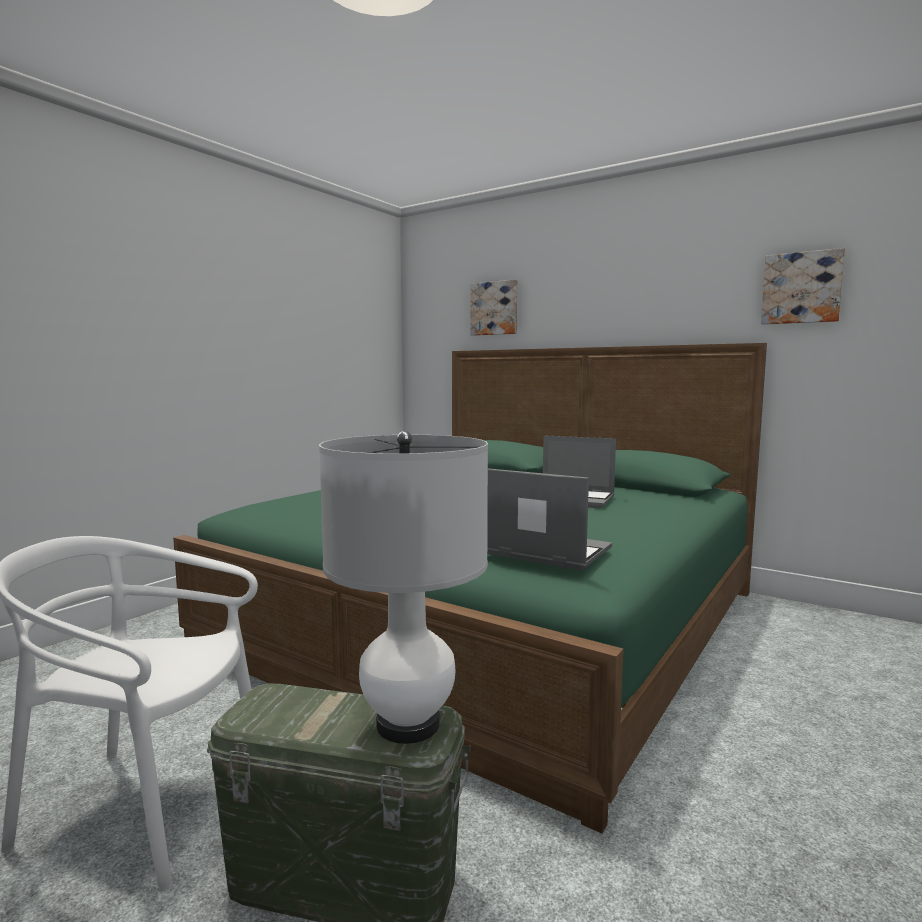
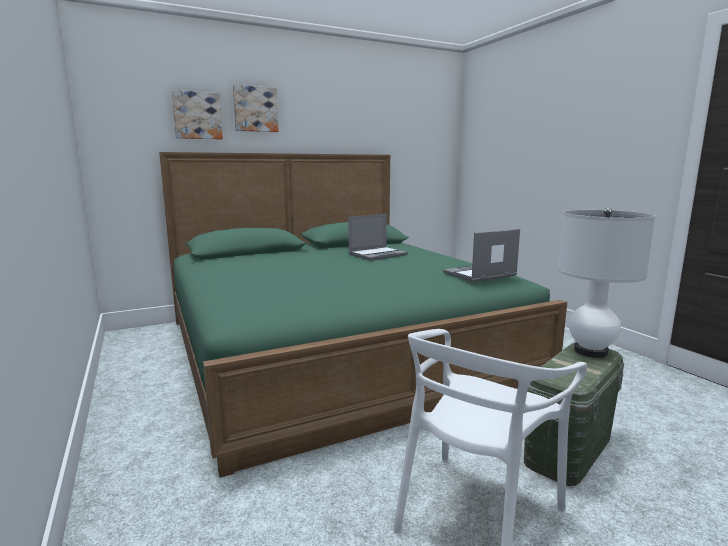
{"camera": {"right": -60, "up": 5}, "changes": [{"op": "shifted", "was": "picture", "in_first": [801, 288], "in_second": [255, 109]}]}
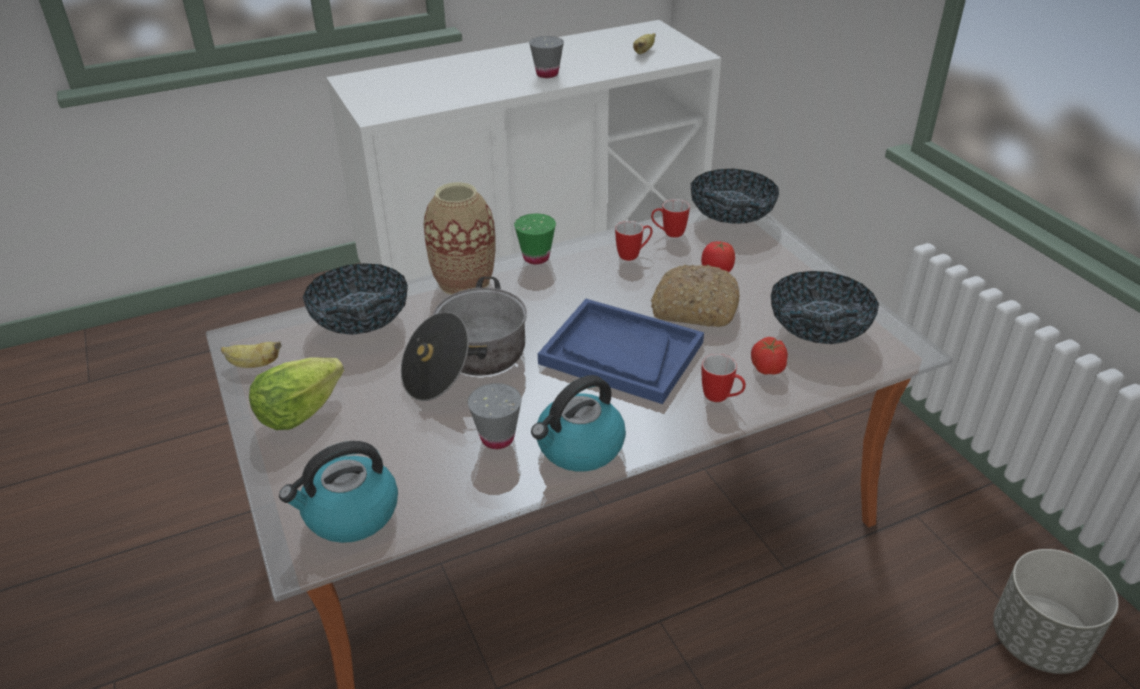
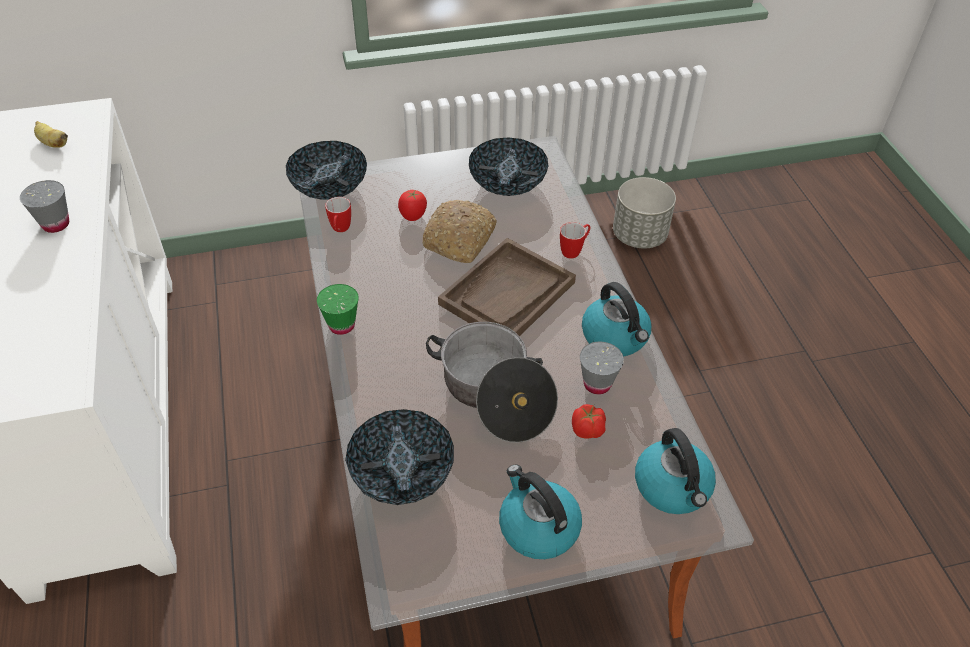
{"camera": {"right": -80, "up": 10}, "changes": [{"op": "gone", "was": "vase", "in_first": [464, 281]}, {"op": "gone", "was": "mug", "in_first": [633, 254]}, {"op": "repainted", "was": "tray/blue", "now": "tray/brown", "in_first": [621, 353], "in_second": [507, 294]}, {"op": "shifted", "was": "tomato", "in_first": [767, 368], "in_second": [588, 430]}, {"op": "gone", "was": "banana", "in_first": [253, 365]}, {"op": "swapped", "was": "lettuce", "now": "kettle", "in_first": [298, 412], "in_second": [537, 527]}]}
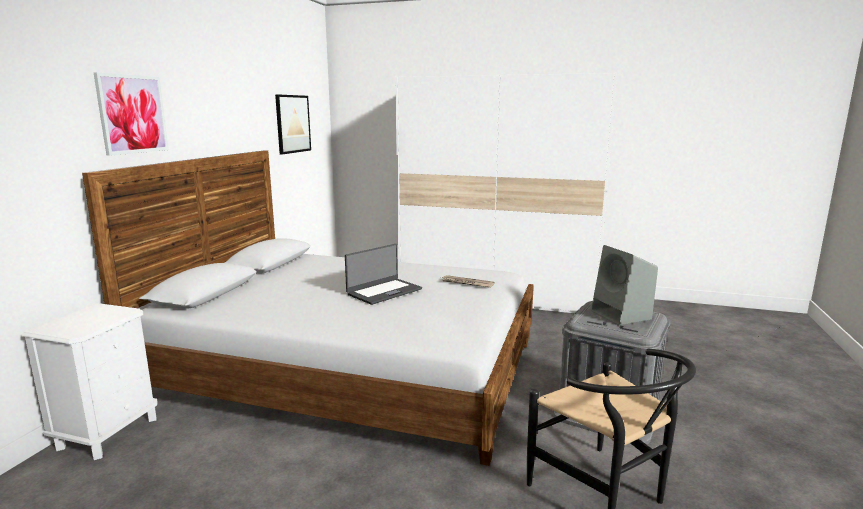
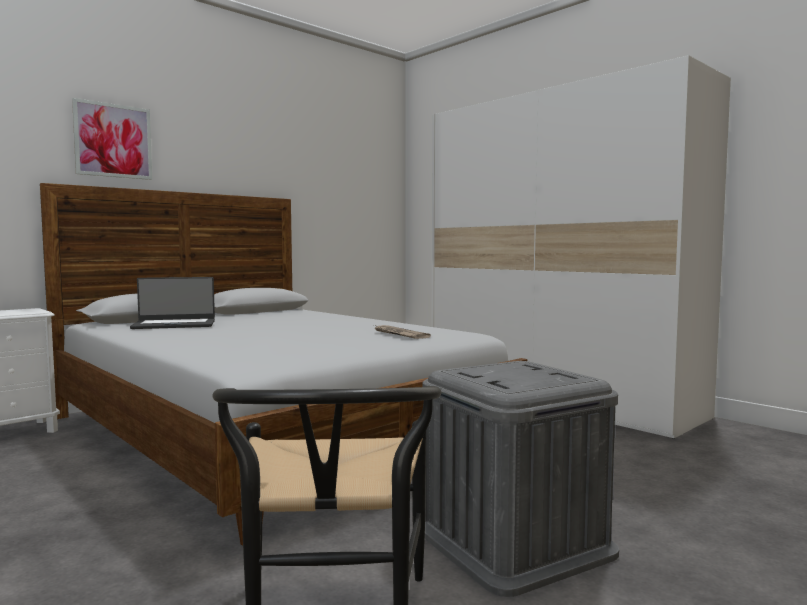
{"camera": {"right": 30, "up": -10}, "changes": [{"op": "gone", "was": "picture", "in_first": [293, 124]}, {"op": "shifted", "was": "laptop", "in_first": [384, 291], "in_second": [174, 324]}, {"op": "gone", "was": "speaker/grey", "in_first": [622, 315]}]}
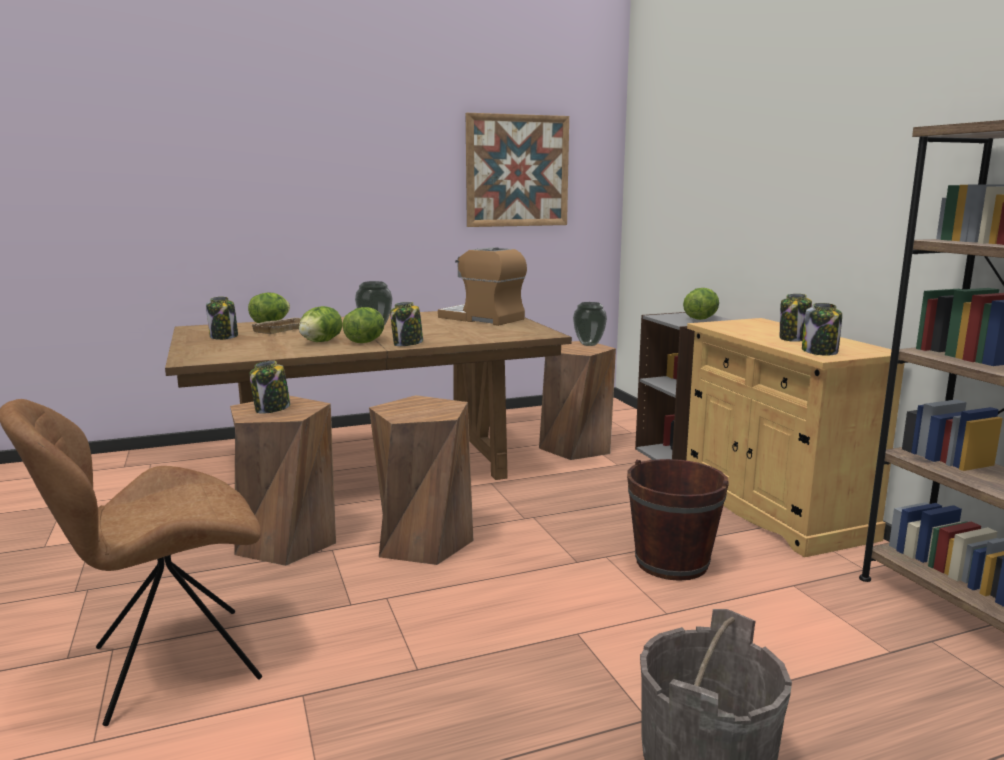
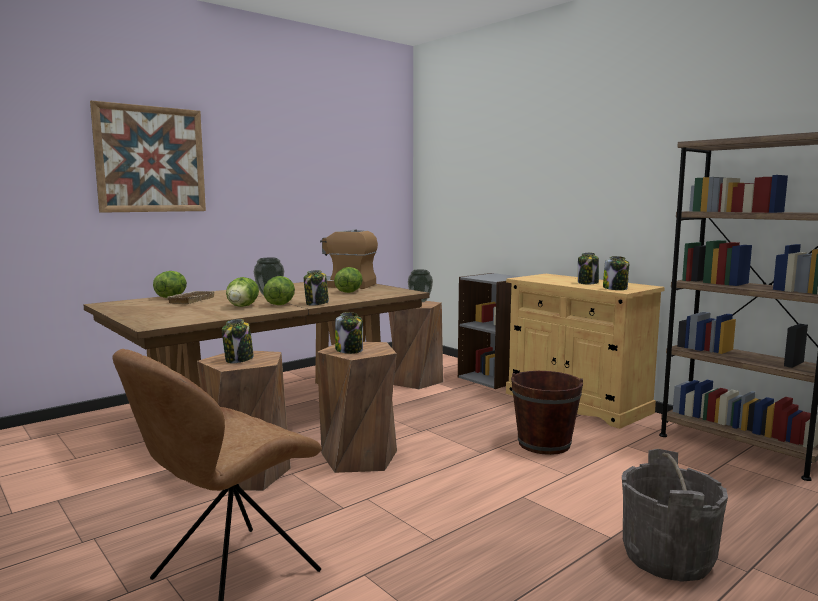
{"camera": {"right": -20, "up": -5}, "changes": [{"op": "shifted", "was": "picture", "in_first": [517, 171], "in_second": [151, 159]}, {"op": "shifted", "was": "lettuce", "in_first": [701, 319], "in_second": [349, 292]}, {"op": "shifted", "was": "jar", "in_first": [224, 337], "in_second": [349, 350]}]}
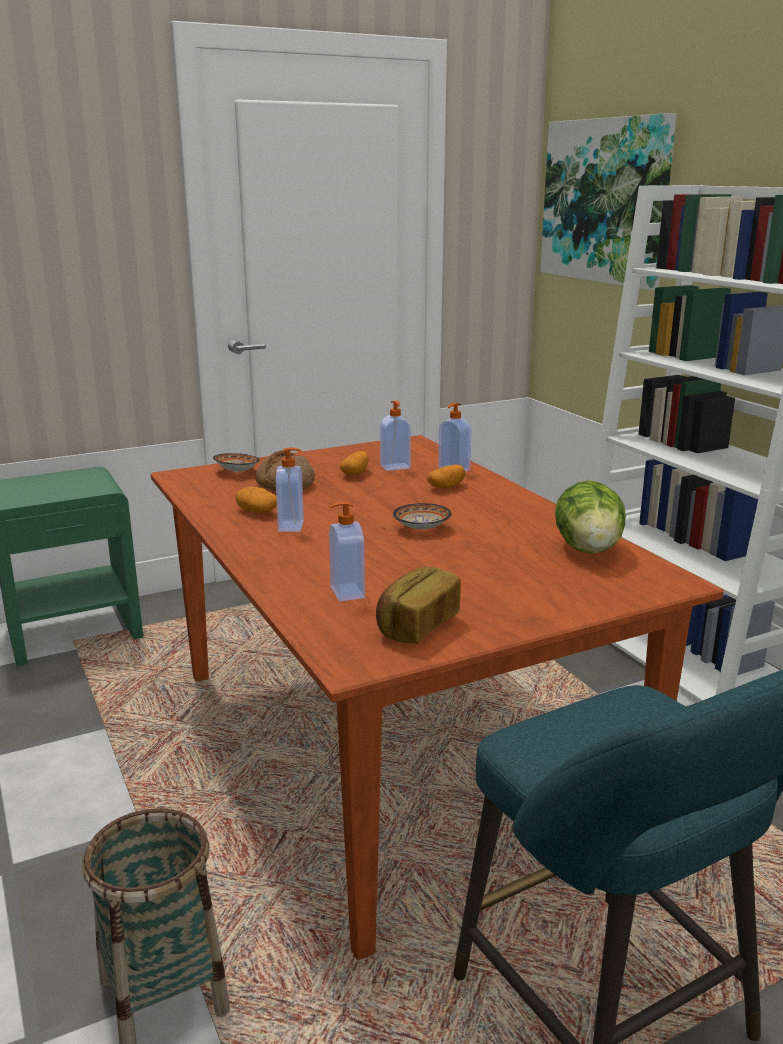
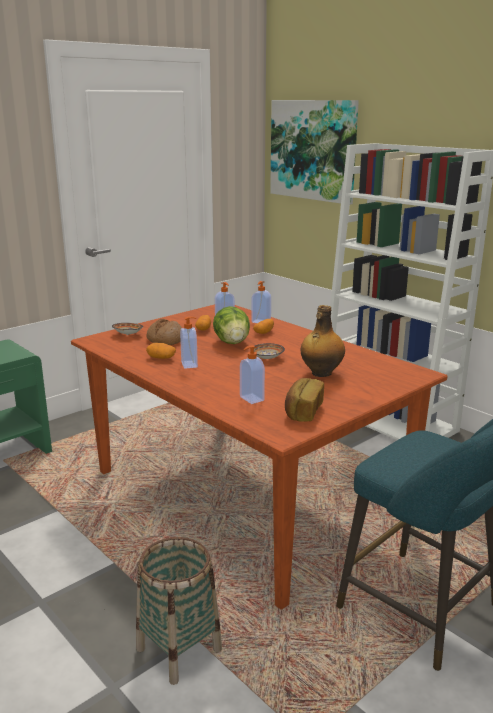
{"camera": {"right": -15, "up": 0}, "changes": [{"op": "shifted", "was": "lettuce", "in_first": [588, 549], "in_second": [232, 342]}, {"op": "new", "now": "bottle", "in_second": [321, 373]}]}
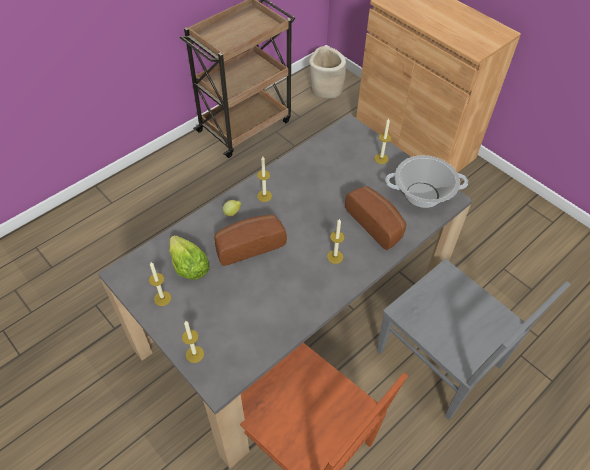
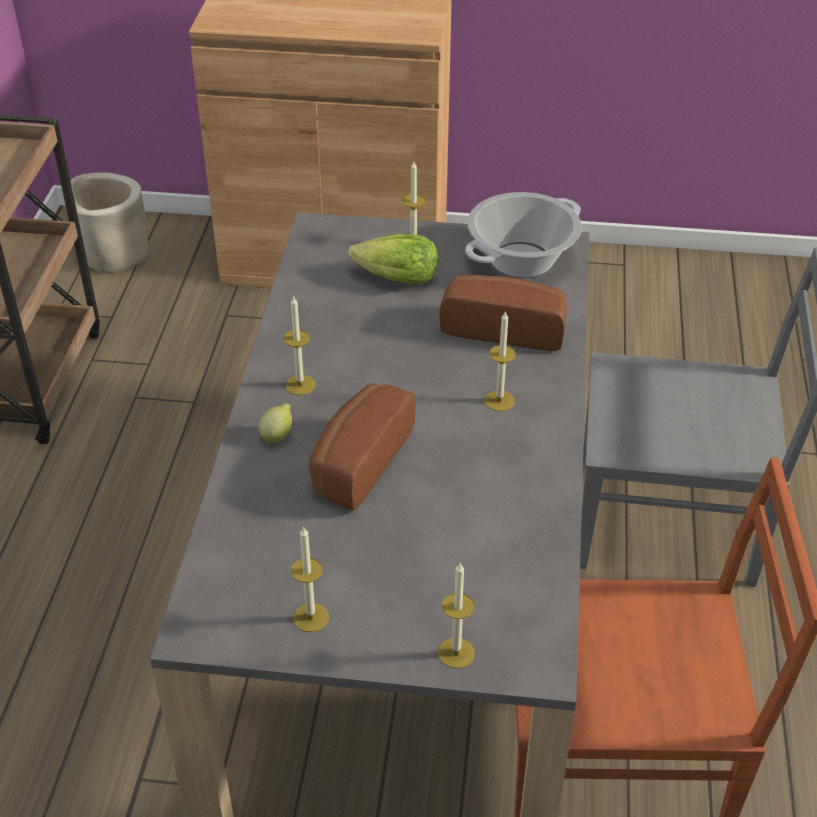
{"camera": {"right": -40, "up": -10}, "changes": [{"op": "shifted", "was": "lettuce", "in_first": [188, 266], "in_second": [397, 279]}]}
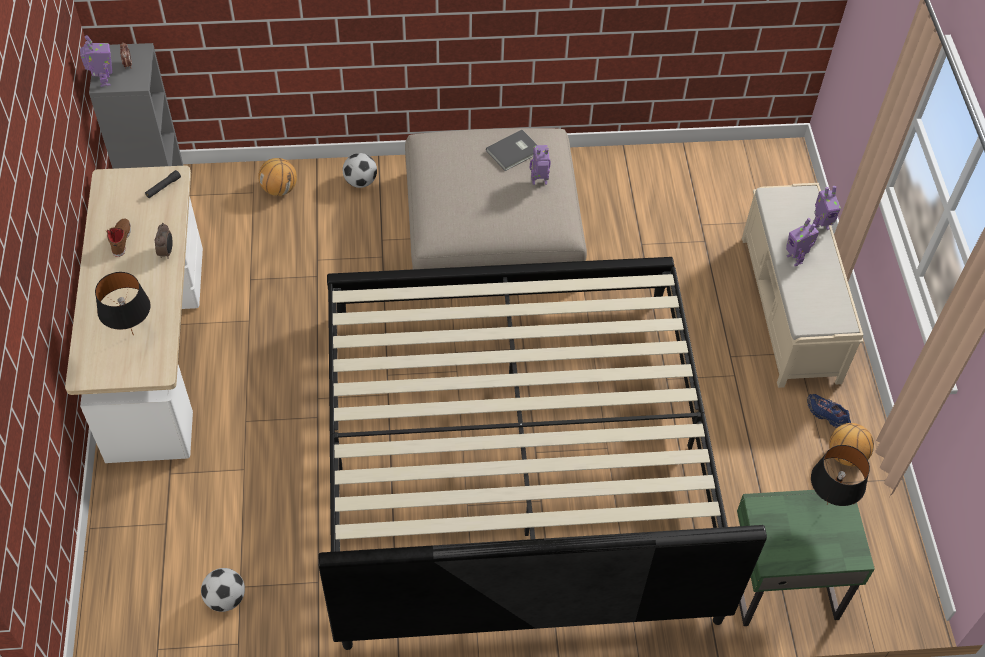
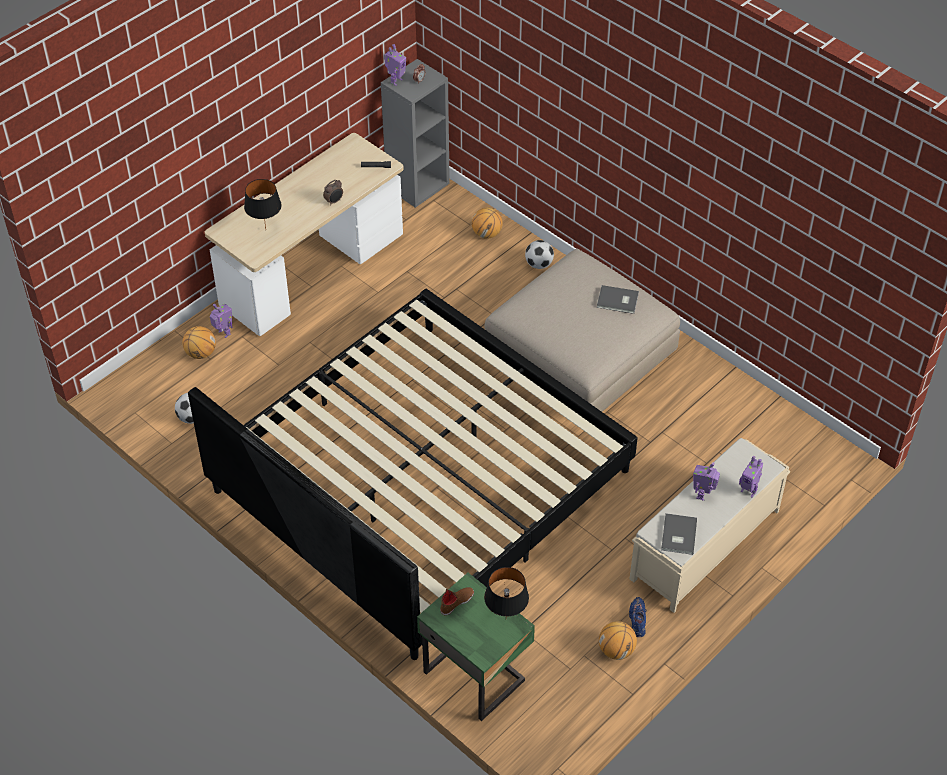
{"camera": {"right": 50, "up": -5}, "changes": [{"op": "shifted", "was": "toy robot", "in_first": [539, 182], "in_second": [224, 333]}, {"op": "shifted", "was": "shoe/brown", "in_first": [121, 239], "in_second": [456, 602]}, {"op": "new", "now": "basketball", "in_second": [200, 353]}, {"op": "new", "now": "book/grey", "in_second": [677, 535]}]}
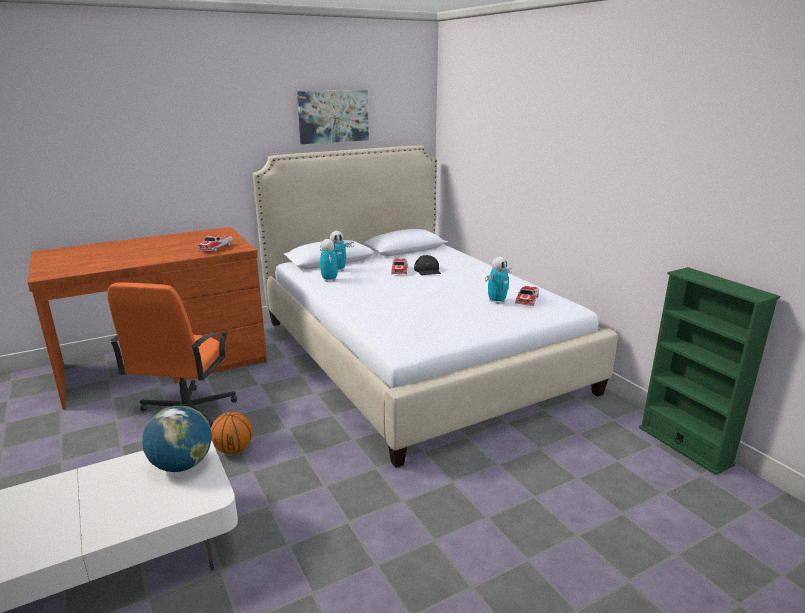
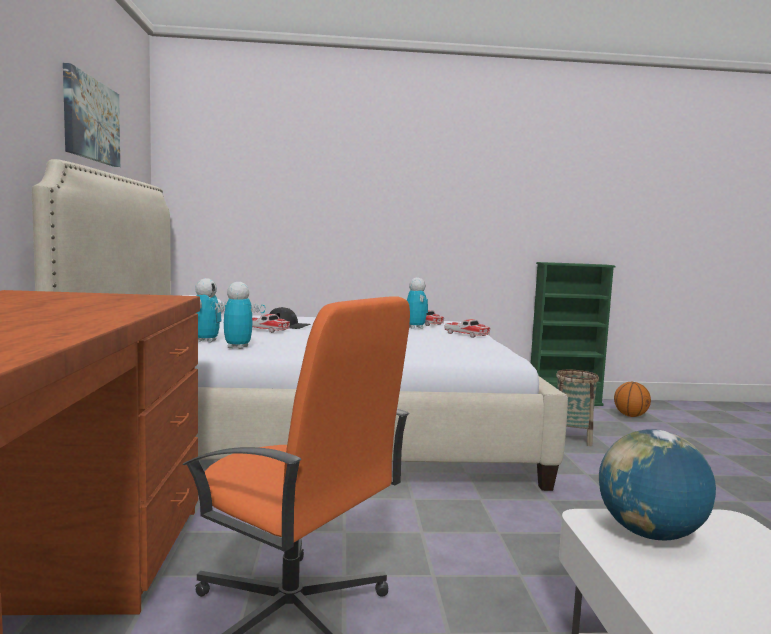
{"camera": {"right": -65, "up": -15}, "changes": [{"op": "shifted", "was": "toy car", "in_first": [216, 248], "in_second": [466, 334]}, {"op": "shifted", "was": "basketball", "in_first": [233, 450], "in_second": [630, 416]}, {"op": "new", "now": "basket", "in_second": [572, 438]}]}
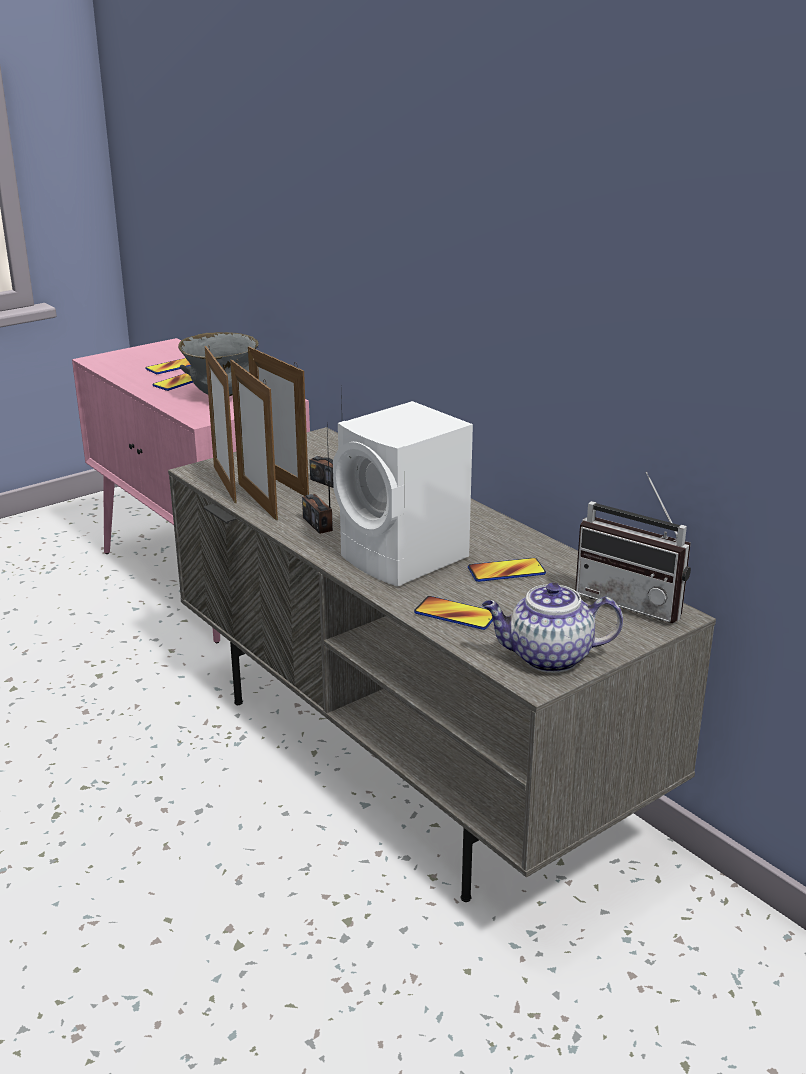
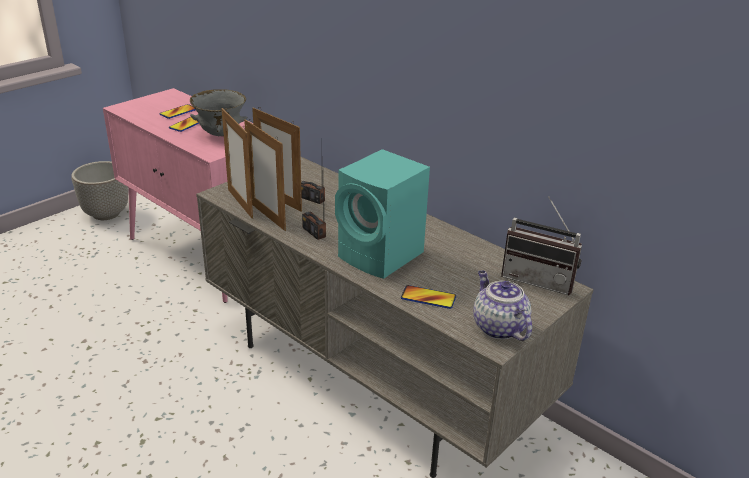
{"camera": {"right": -10, "up": 5}, "changes": [{"op": "repainted", "was": "speaker/white", "now": "speaker/turquoise", "in_first": [406, 559], "in_second": [382, 256]}, {"op": "gone", "was": "phone", "in_first": [506, 571]}, {"op": "rotated", "was": "teapot", "in_first": [547, 658], "in_second": [498, 327], "clockwise": 75}, {"op": "new", "now": "planter", "in_second": [105, 214]}]}
